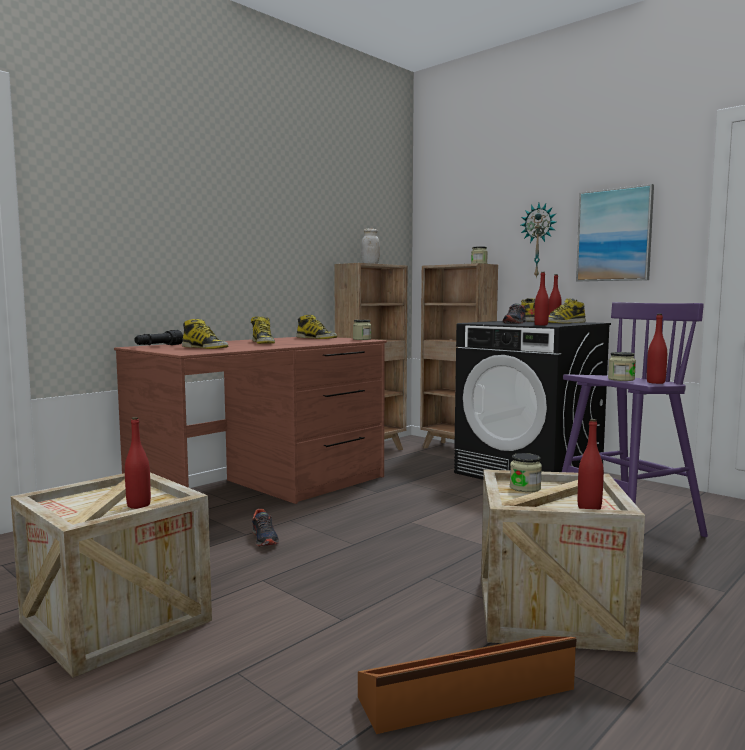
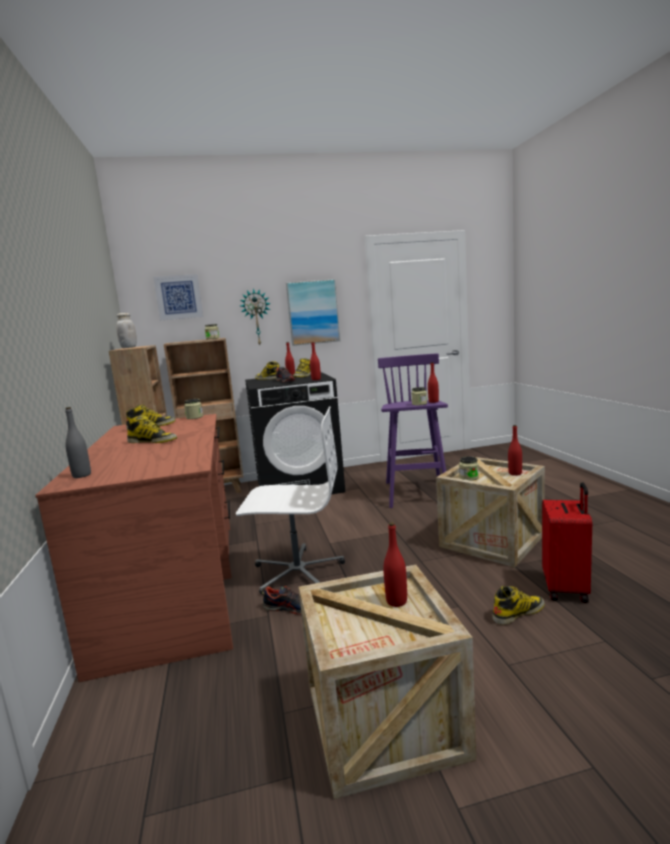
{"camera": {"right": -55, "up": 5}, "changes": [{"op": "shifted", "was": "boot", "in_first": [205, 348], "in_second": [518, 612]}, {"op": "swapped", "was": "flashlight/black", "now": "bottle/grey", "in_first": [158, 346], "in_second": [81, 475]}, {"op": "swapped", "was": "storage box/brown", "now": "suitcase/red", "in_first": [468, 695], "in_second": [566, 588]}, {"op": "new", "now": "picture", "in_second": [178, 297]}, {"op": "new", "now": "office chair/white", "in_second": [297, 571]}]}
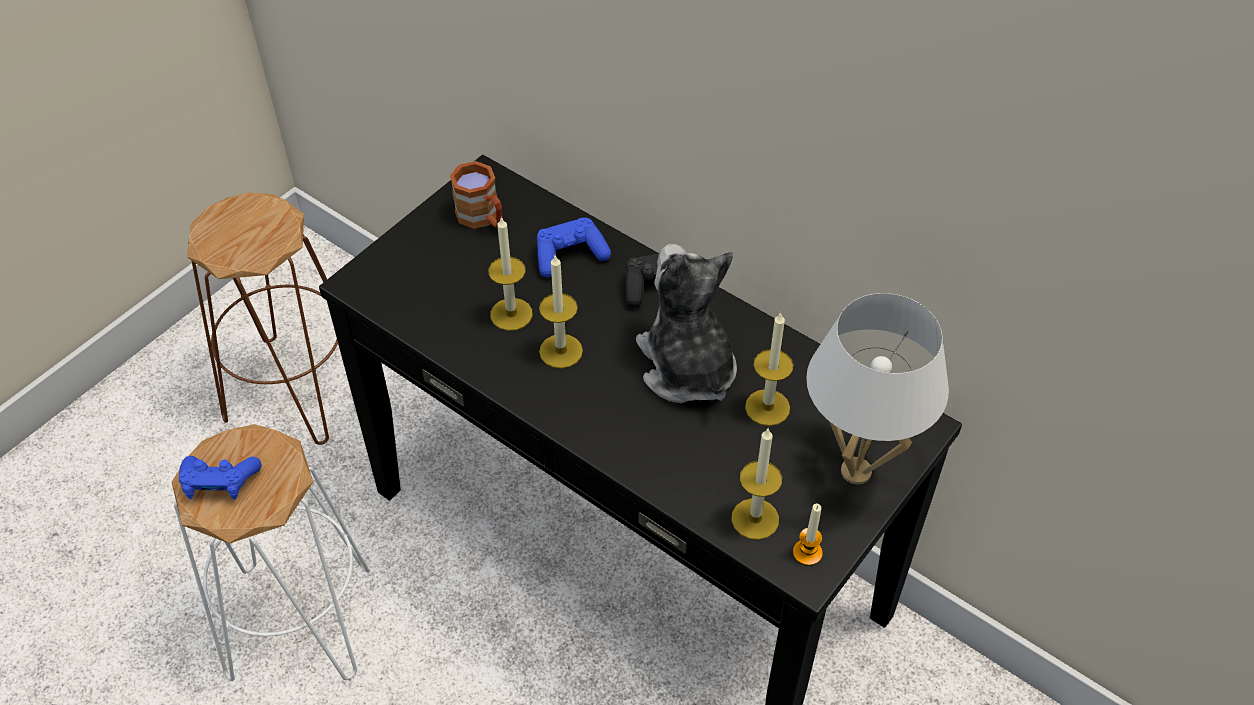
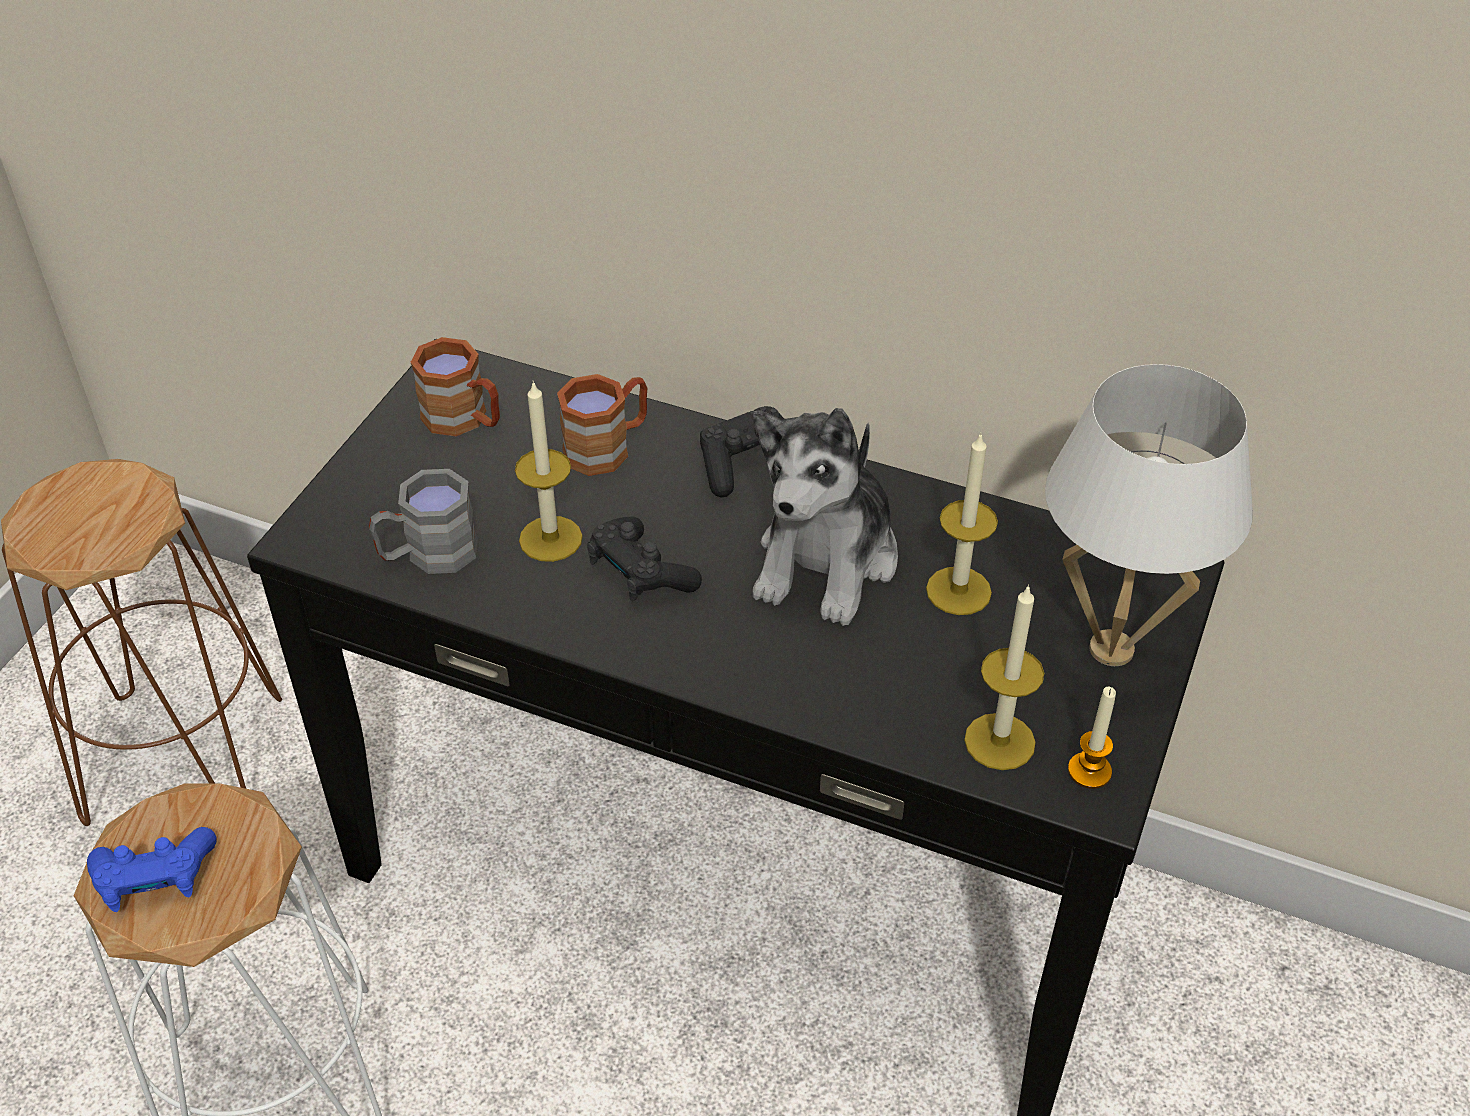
{"camera": {"right": -15, "up": -5}, "changes": [{"op": "swapped", "was": "game controller/blue", "now": "mug/brown", "in_first": [569, 255], "in_second": [608, 447]}, {"op": "rotated", "was": "plush toy", "in_first": [686, 367], "in_second": [827, 561], "clockwise": -120}, {"op": "swapped", "was": "candle", "now": "game controller/black", "in_first": [561, 351], "in_second": [640, 574]}, {"op": "new", "now": "mug/grey", "in_second": [428, 554]}]}
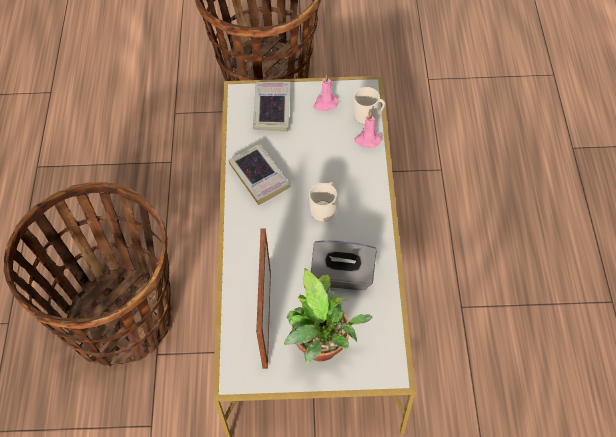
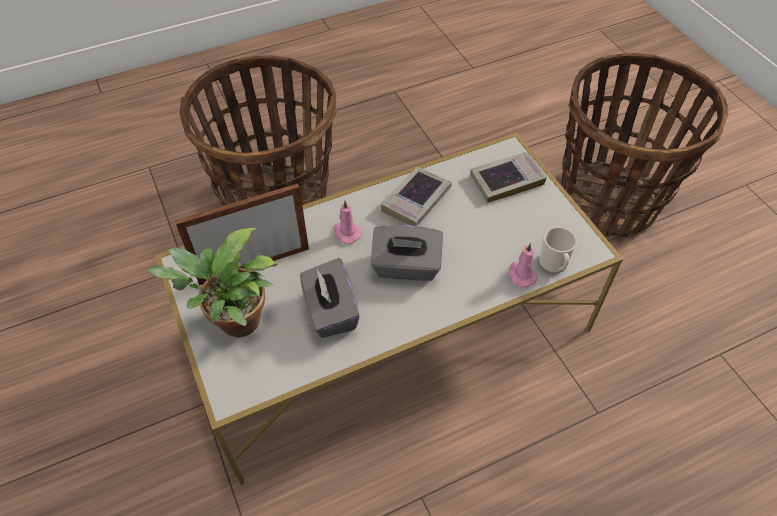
{"camera": {"right": 65, "up": -5}, "changes": [{"op": "shifted", "was": "candle/pink", "in_first": [325, 103], "in_second": [346, 233]}, {"op": "swapped", "was": "mug", "now": "tissue box/grey", "in_first": [324, 209], "in_second": [406, 267]}]}
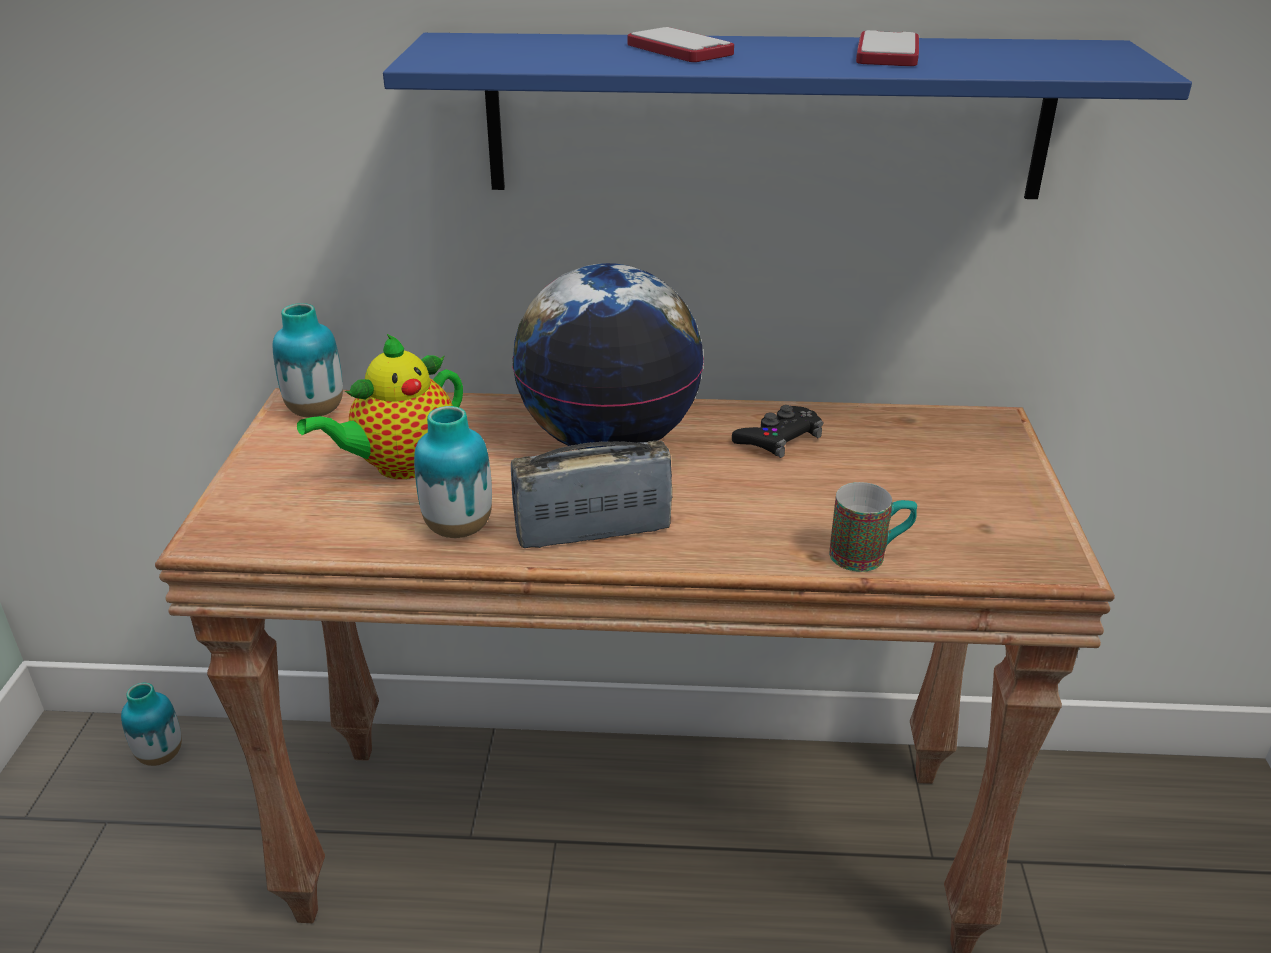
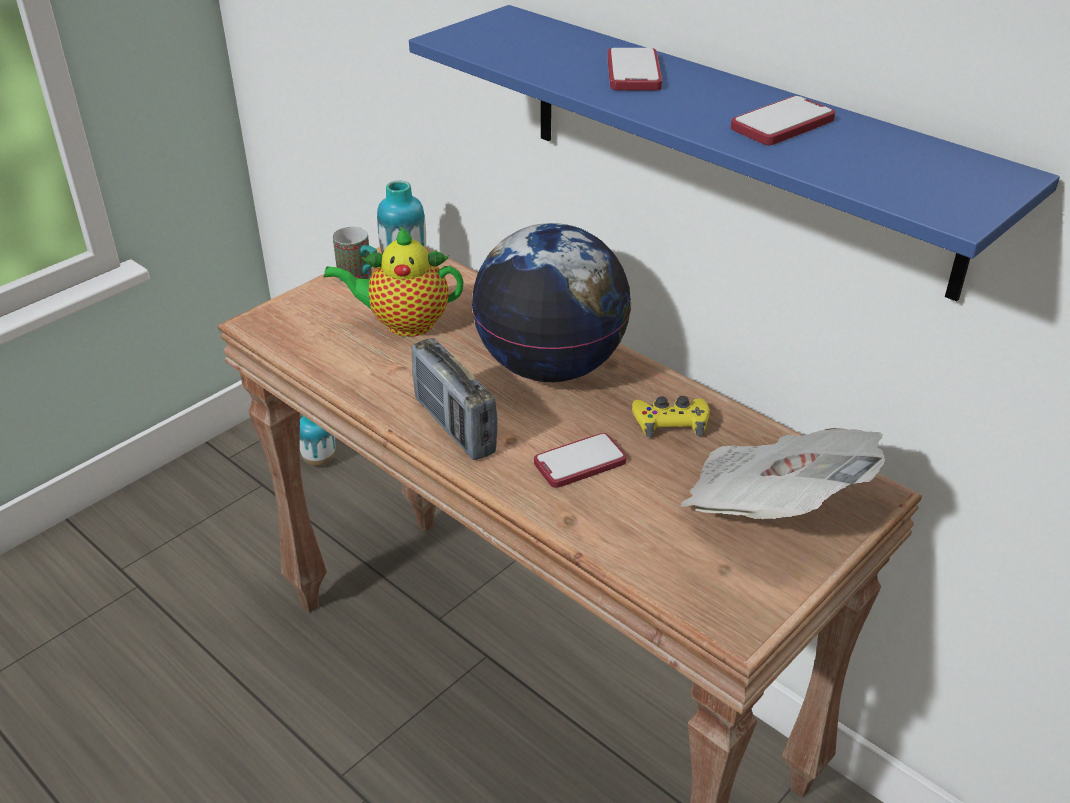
{"camera": {"right": 40, "up": 5}, "changes": [{"op": "repainted", "was": "game controller/black", "now": "game controller/yellow", "in_first": [778, 439], "in_second": [670, 422]}, {"op": "gone", "was": "vase", "in_first": [458, 528]}, {"op": "rotated", "was": "radio", "in_first": [593, 532], "in_second": [454, 426], "clockwise": -150}, {"op": "shifted", "was": "mug", "in_first": [869, 555], "in_second": [360, 277]}, {"op": "new", "now": "newspaper", "in_second": [771, 507]}, {"op": "new", "now": "phone", "in_second": [580, 462]}]}
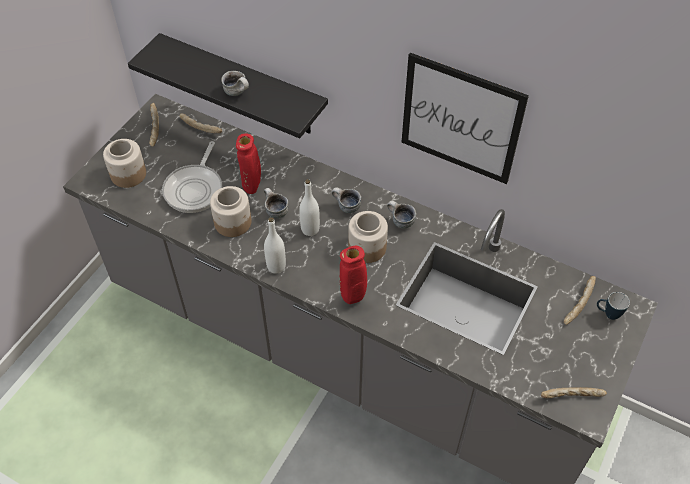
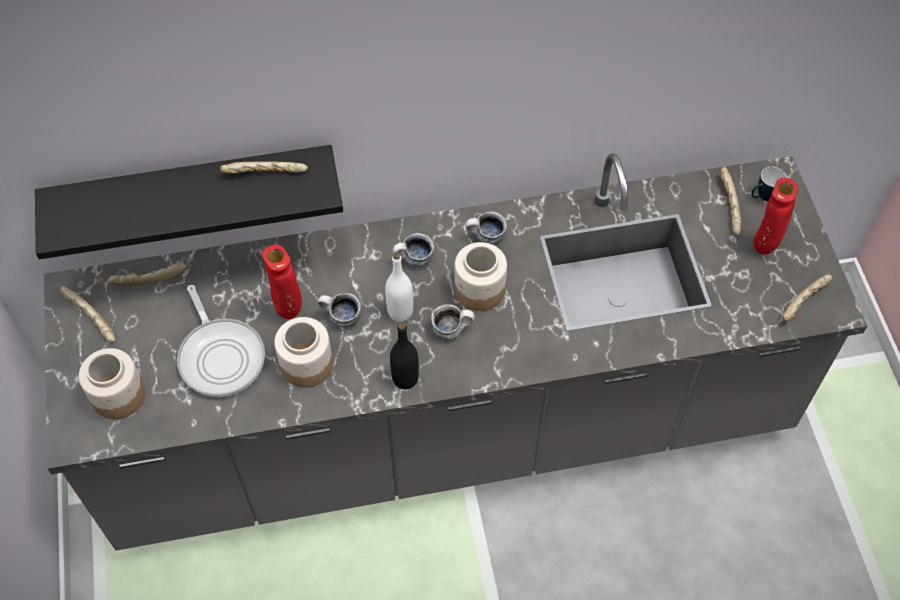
{"camera": {"right": -40, "up": 5}, "changes": [{"op": "gone", "was": "picture", "in_first": [460, 119]}, {"op": "shifted", "was": "mug", "in_first": [238, 92], "in_second": [452, 329]}, {"op": "repainted", "was": "bottle/white", "now": "bottle/black", "in_first": [276, 266], "in_second": [405, 379]}, {"op": "shifted", "was": "vase/red", "in_first": [353, 299], "in_second": [764, 247]}, {"op": "new", "now": "bread", "in_second": [265, 174]}]}
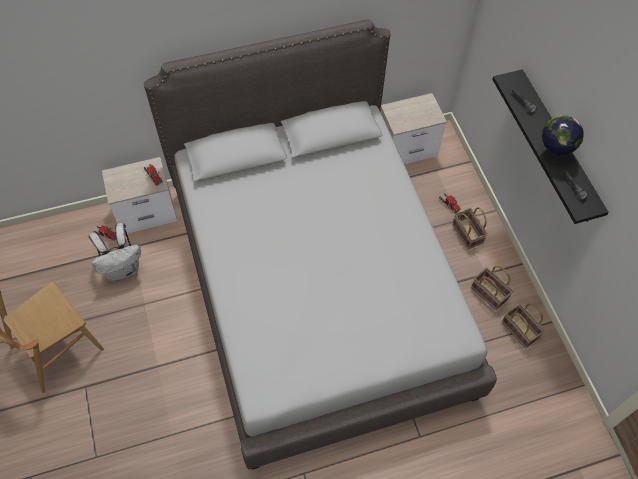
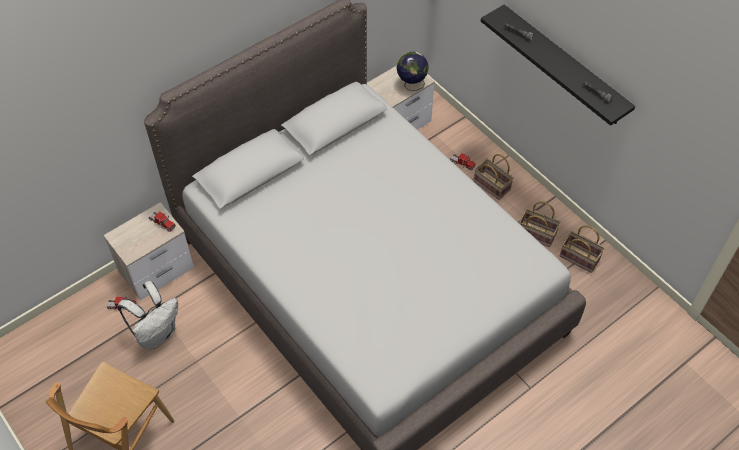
{"camera": {"right": -20, "up": -5}, "changes": [{"op": "shifted", "was": "globe", "in_first": [553, 154], "in_second": [411, 85]}]}
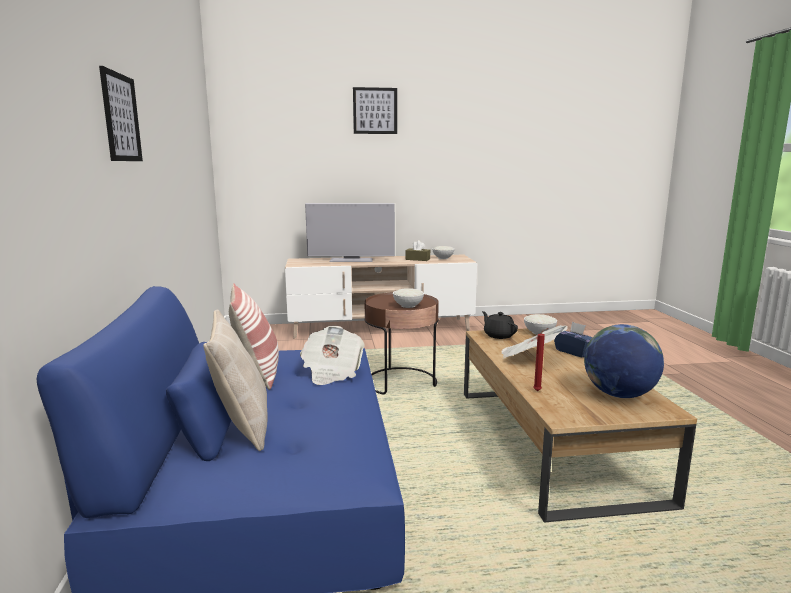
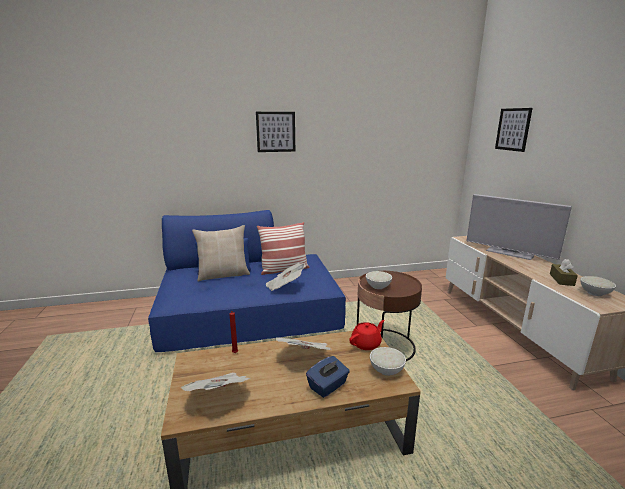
{"camera": {"right": 85, "up": 5}, "changes": [{"op": "shifted", "was": "picture", "in_first": [375, 111], "in_second": [513, 129]}, {"op": "rotated", "was": "television", "in_first": [351, 260], "in_second": [509, 253], "clockwise": -45}, {"op": "repainted", "was": "teapot/black", "now": "teapot/red", "in_first": [498, 335], "in_second": [366, 344]}, {"op": "swapped", "was": "globe", "now": "newspaper", "in_first": [619, 394], "in_second": [219, 395]}]}
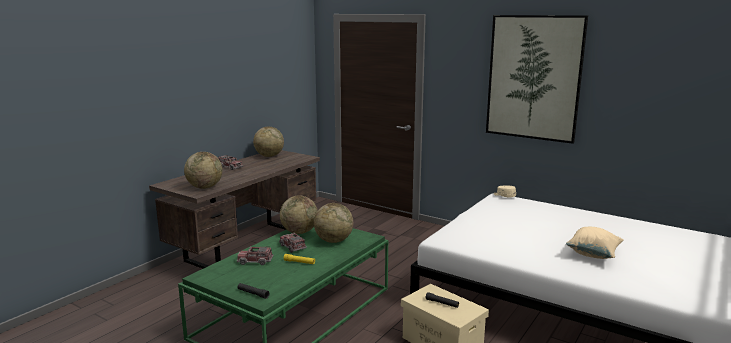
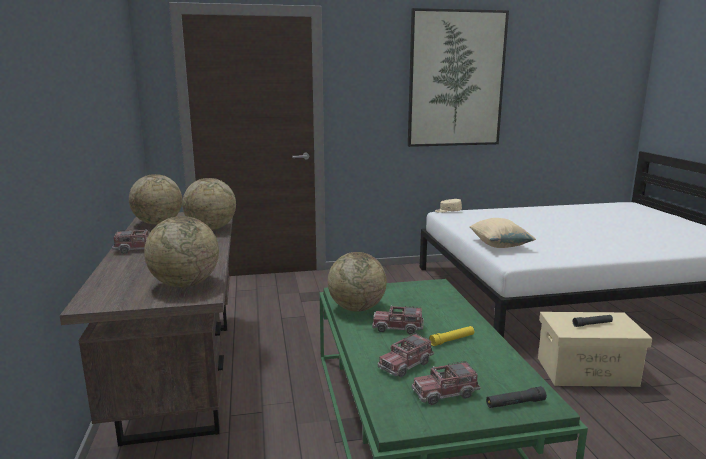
{"camera": {"right": -45, "up": 0}, "changes": [{"op": "shifted", "was": "globe", "in_first": [333, 241], "in_second": [211, 228]}, {"op": "shifted", "was": "pillow/beige", "in_first": [593, 254], "in_second": [499, 245]}, {"op": "new", "now": "toy truck", "in_second": [445, 393]}]}
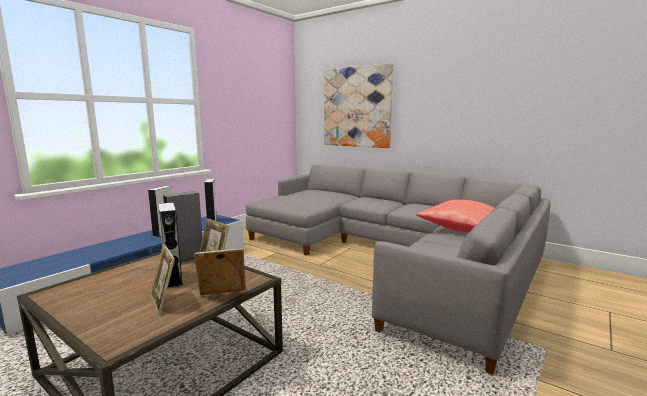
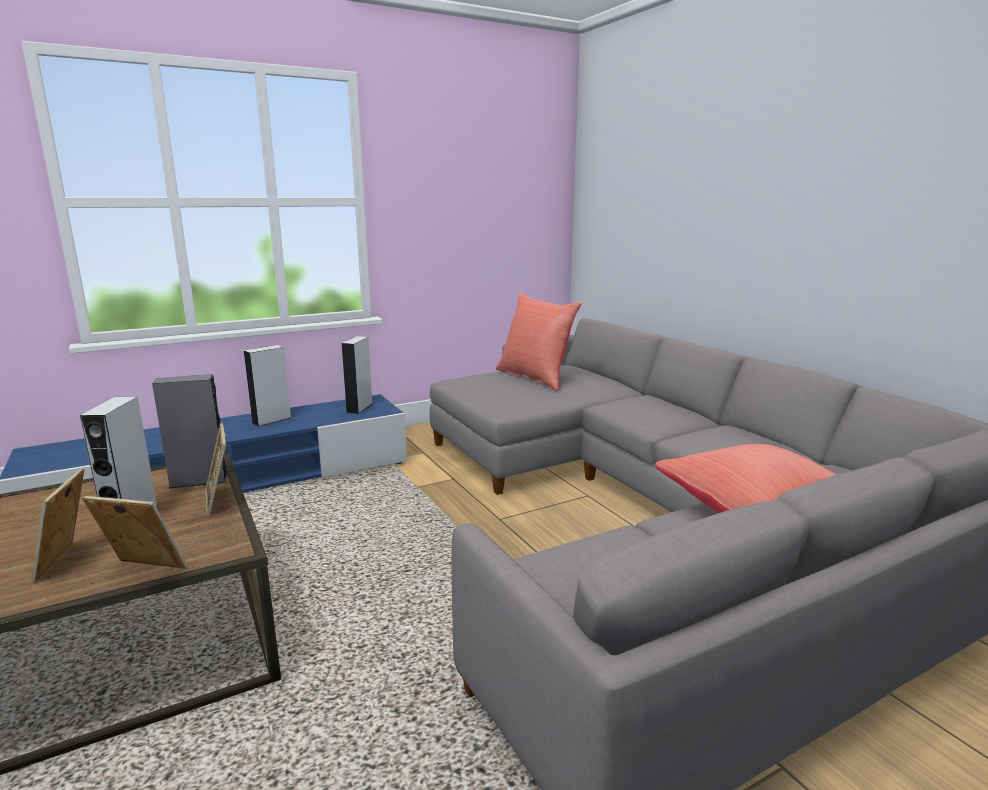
{"camera": {"right": 25, "up": 5}, "changes": [{"op": "gone", "was": "picture", "in_first": [357, 107]}, {"op": "new", "now": "pillow/red", "in_second": [535, 377]}]}
